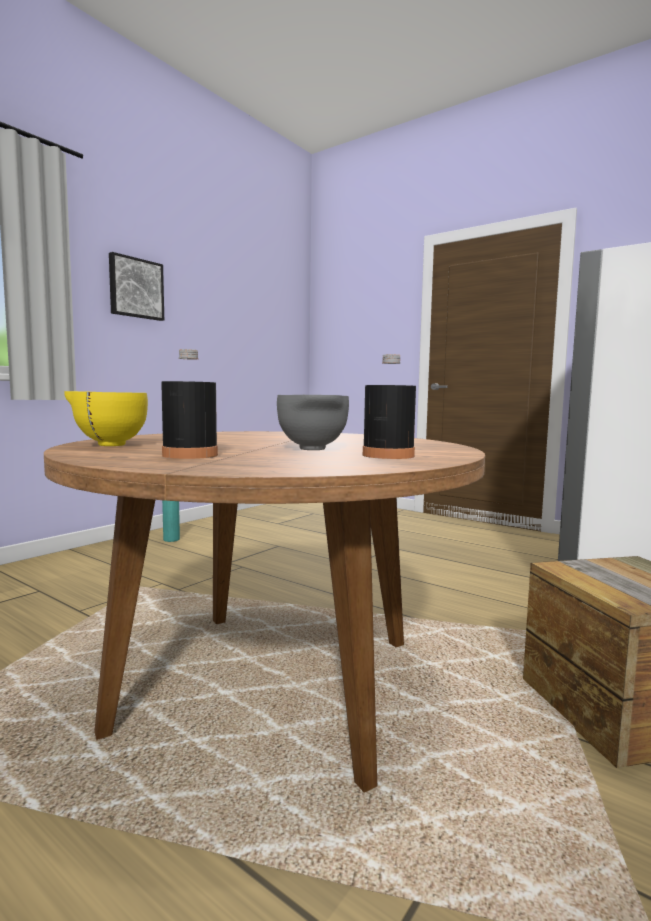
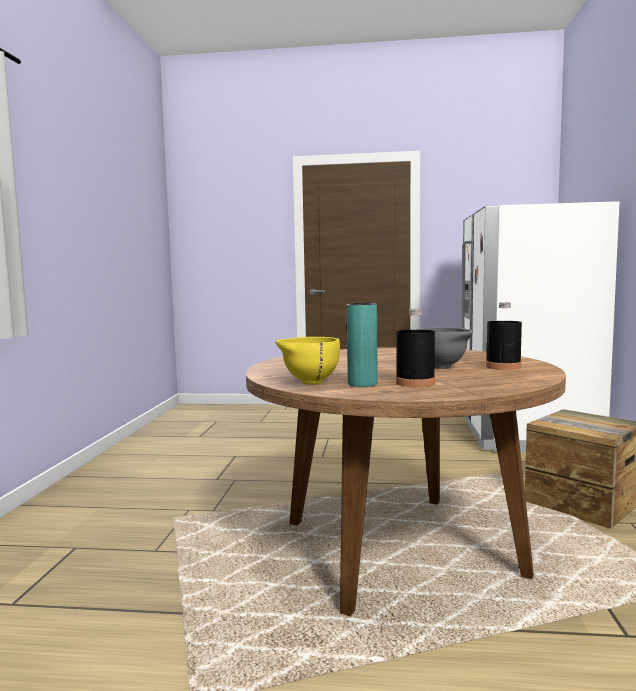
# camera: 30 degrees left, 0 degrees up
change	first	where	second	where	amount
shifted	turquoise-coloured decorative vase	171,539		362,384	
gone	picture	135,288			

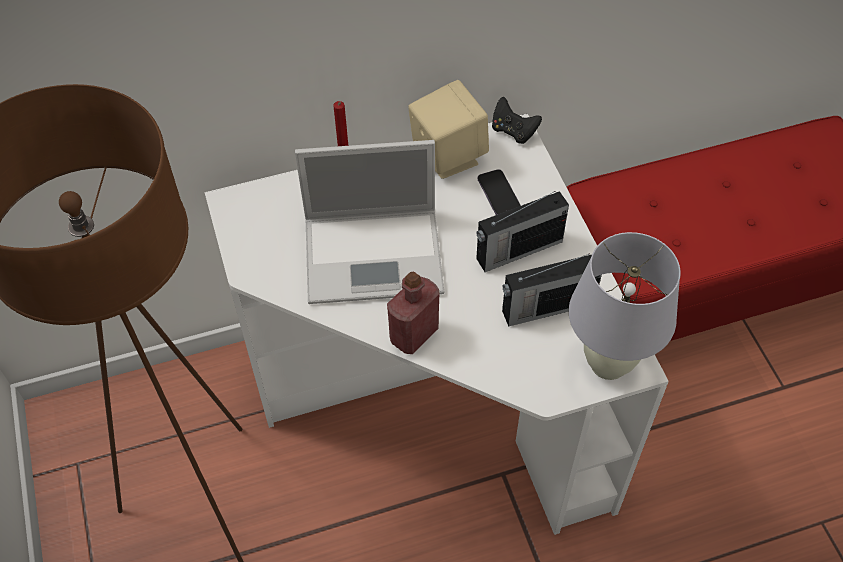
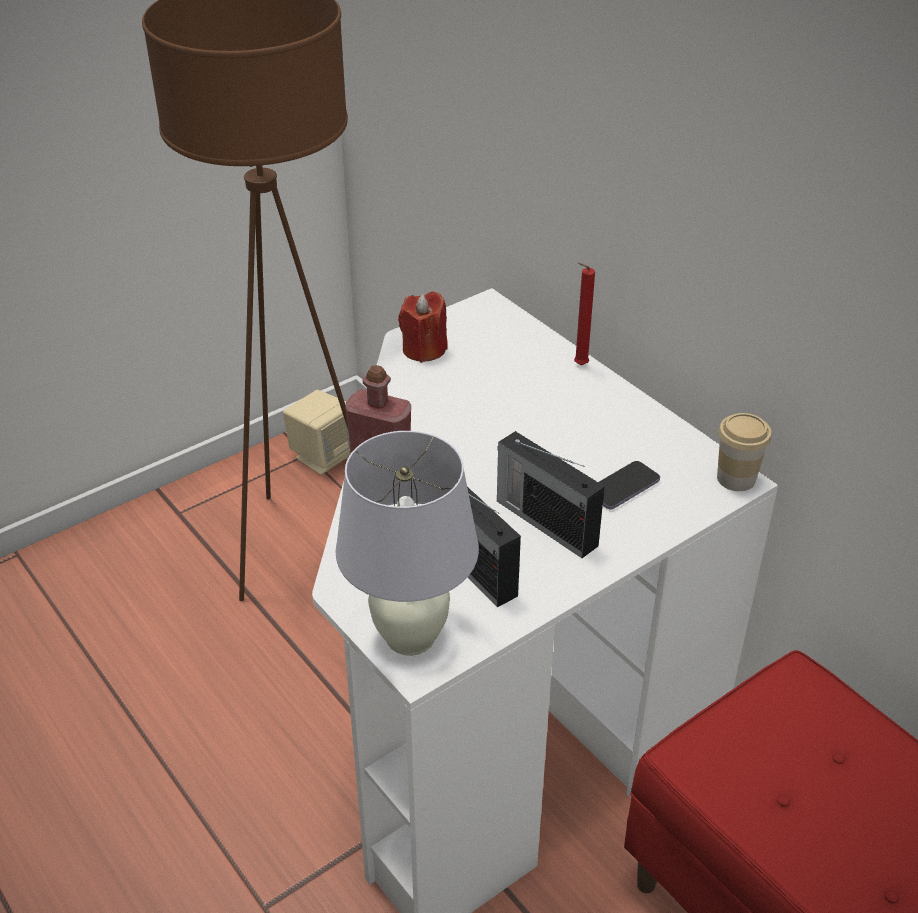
# camera: 70 degrees right, 15 degrees down
change	first	where	second	where	amount
shifted	sand-coloured loudspeaker	447,156		323,456	
new			red wax candle	424,349	
swapped	blackish game controller	513,131	drinking cup	736,478	
gone	notebook computer	376,255			

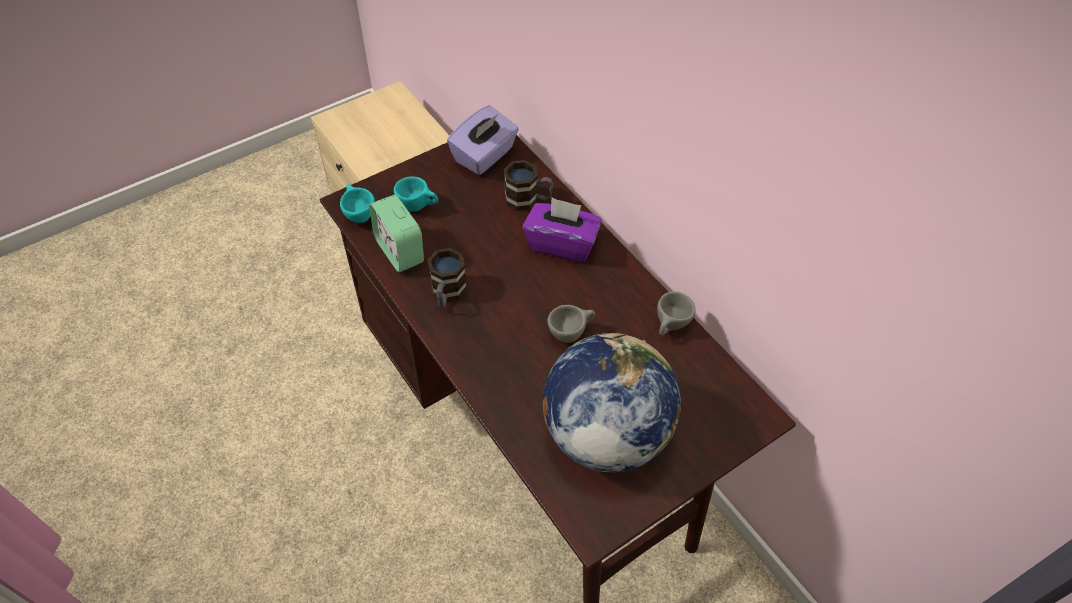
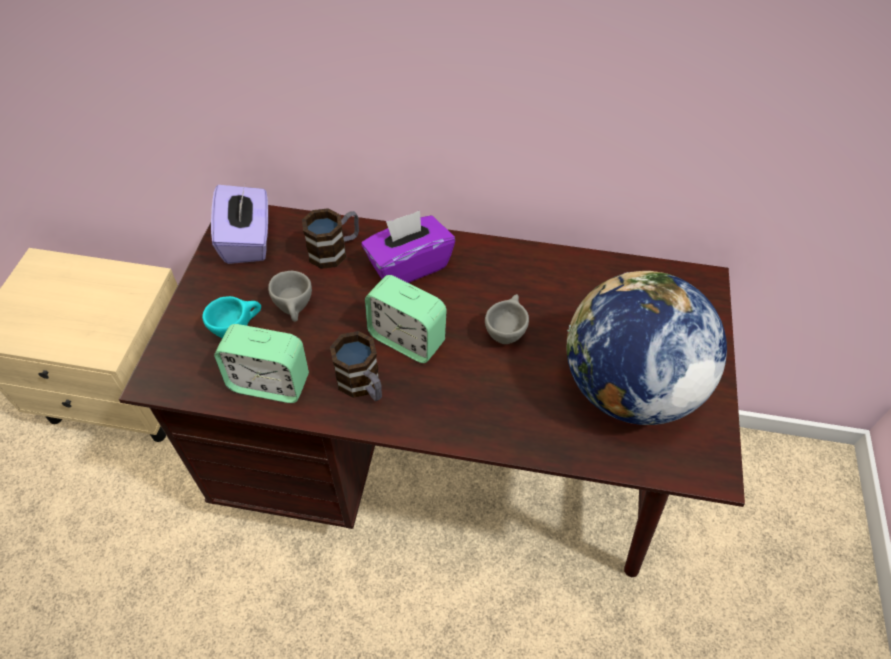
# camera: 45 degrees left, 0 degrees up
change	first	where	second	where	amount
shifted	gray drinking cup	670,327		295,311	
new			alarm clock	407,339	
gone	turquoise-coloured drinking cup	358,215			

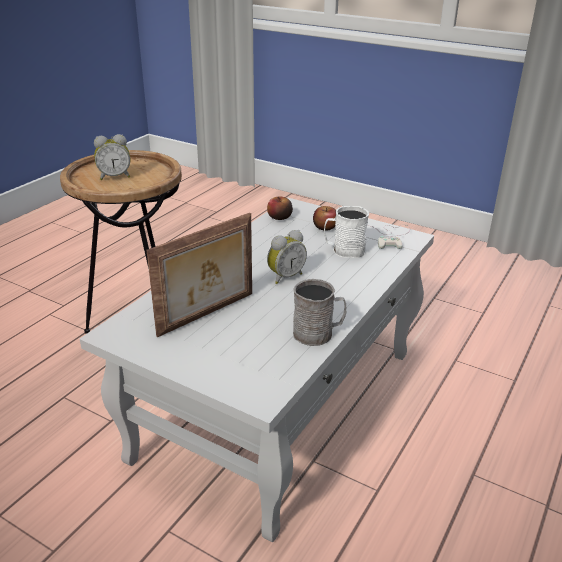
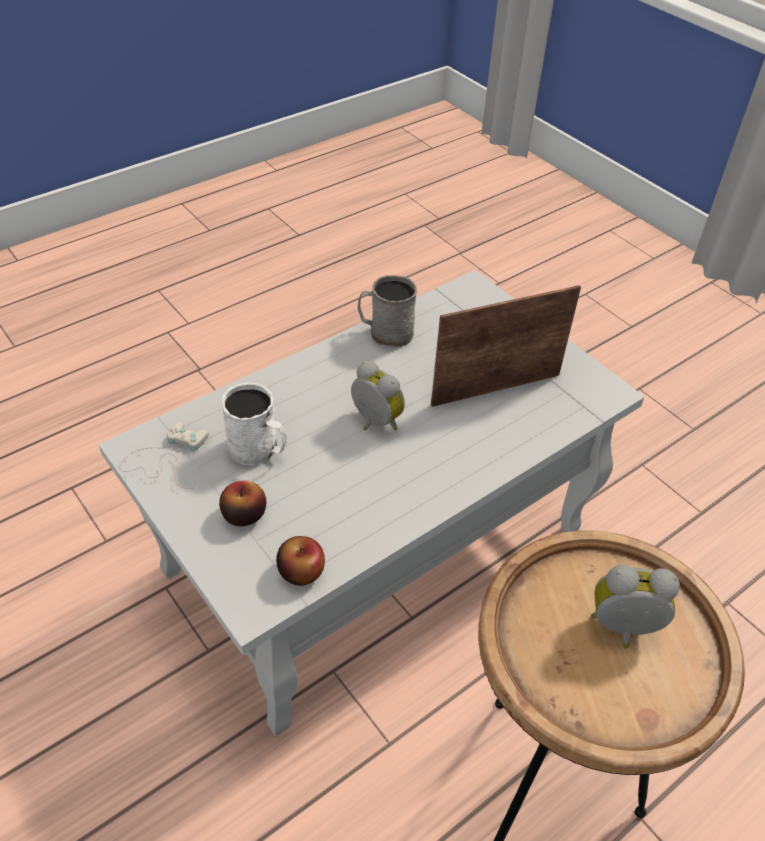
# camera: 160 degrees left, 15 degrees up
change	first	where	second	where	amount
rotated	alarm clock	285,276		374,422	60 degrees clockwise

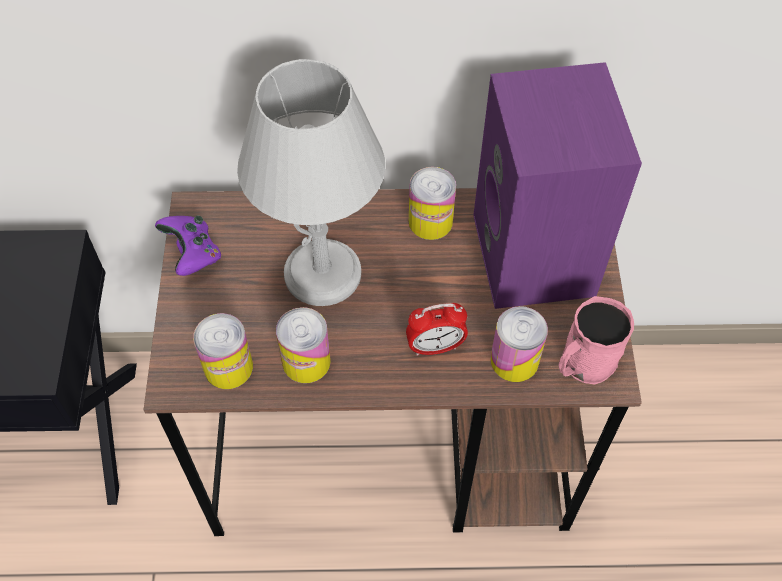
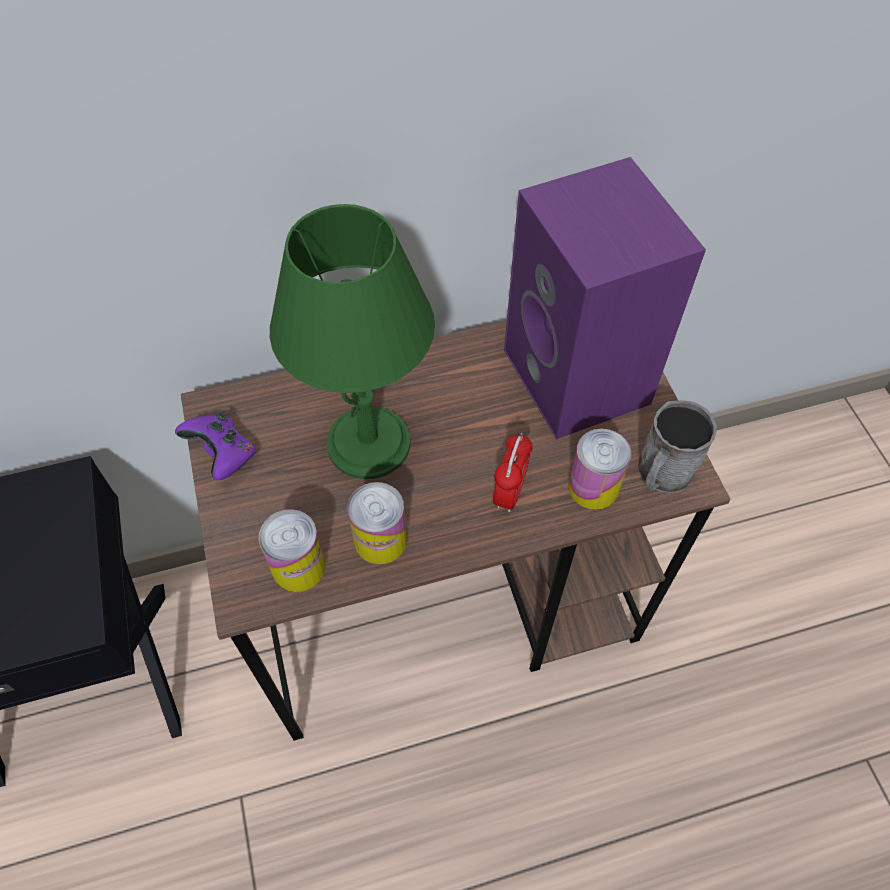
# camera: 15 degrees left, 0 degrees up
change	first	where	second	where	amount
repainted	gray lamp for a table	322,272	green-coloured lamp for a table	368,442	
rotated	alarm clock	435,347		509,492	45 degrees counterclockwise
repainted	pink-coloured coffee mug	583,364	gray coffee mug	662,474	
gone	sealed can	430,221			

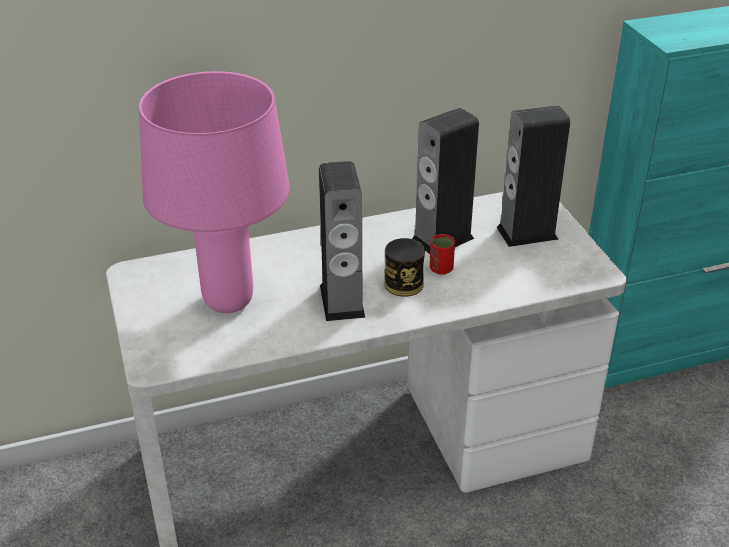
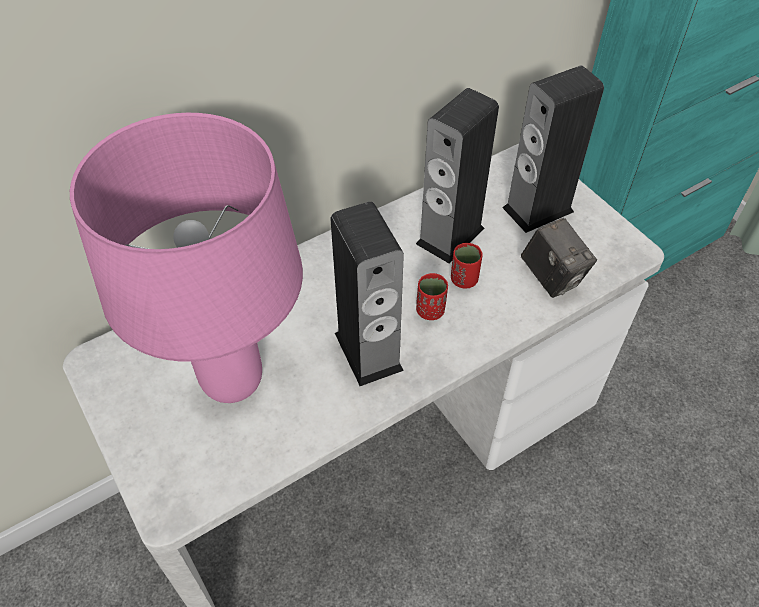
# camera: 15 degrees left, 15 degrees up
change	first	where	second	where	amount
swapped	sealed can	404,284	red drinking cup	430,311	
new			photo camera	552,277	

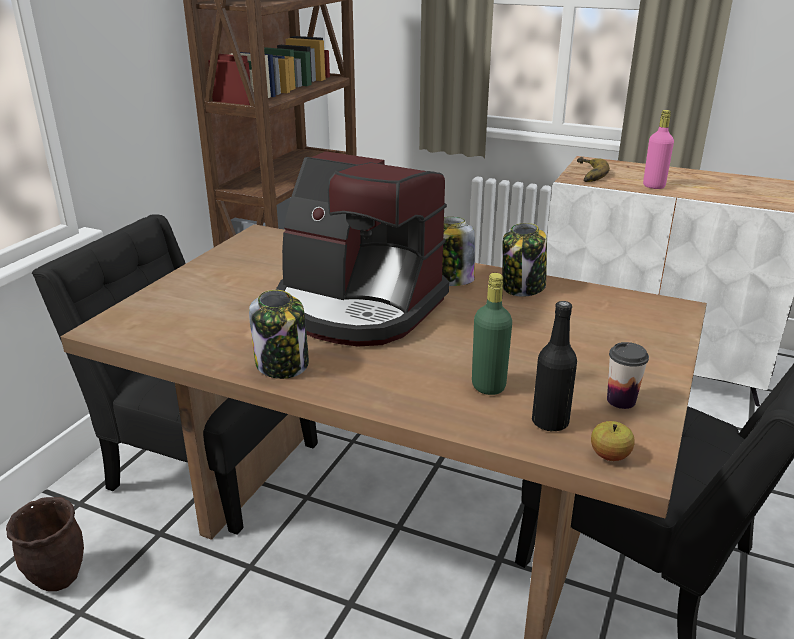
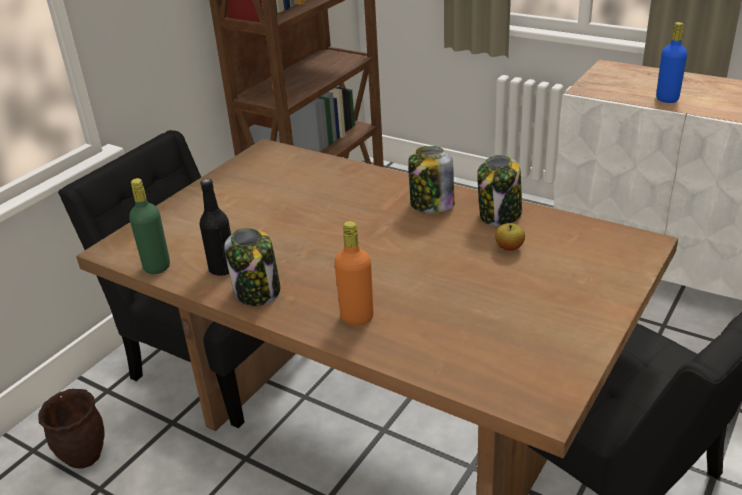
# camera: 10 degrees right, 5 degrees up
change	first	where	second	where	amount
shifted	green-coloured beverage bottle	488,386		157,267	
shifted	blackish beverage bottle	550,422		222,269	
new			orangey beverage bottle	357,317	
shifted	apple fruit	609,456		509,247	
repainted	pink-coloured beverage bottle	653,186	bluish beverage bottle	667,99	
gone	coffee machine	358,307			
gone	banana	585,174			
gone	drinking cup	621,400			

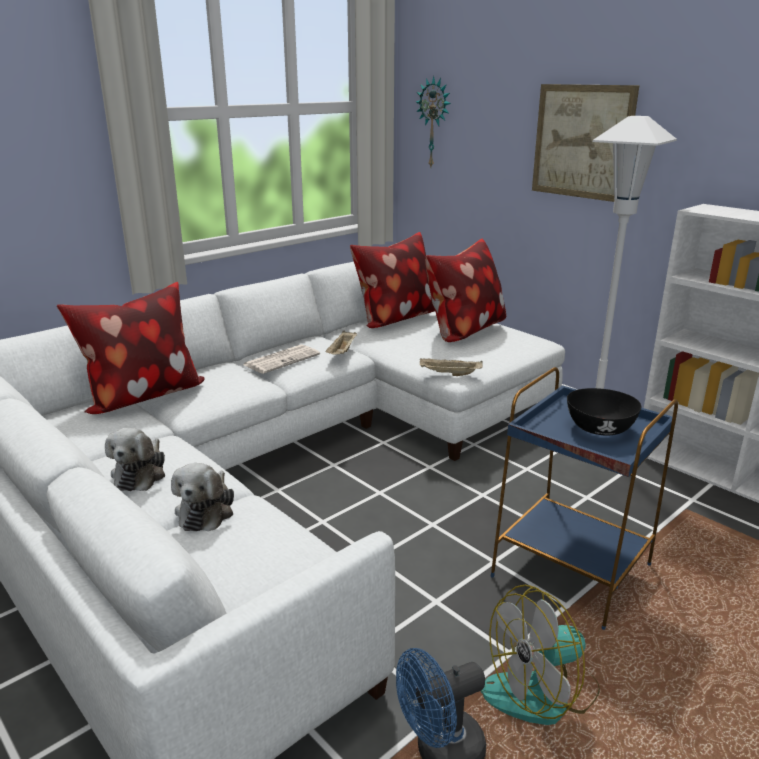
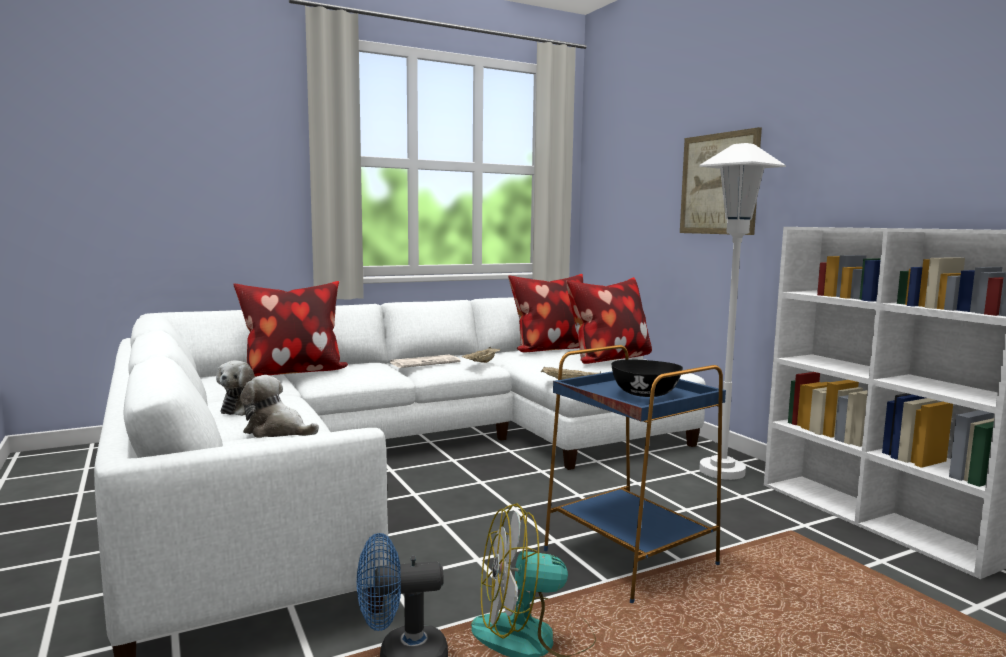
# camera: 15 degrees right, 15 degrees down
change	first	where	second	where	amount
rotated	cuddly toy	206,511		277,431	90 degrees clockwise
gone	wall clock	434,123			

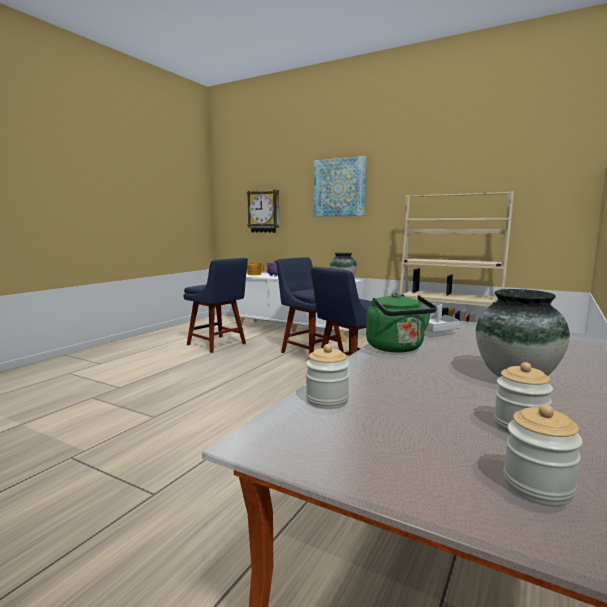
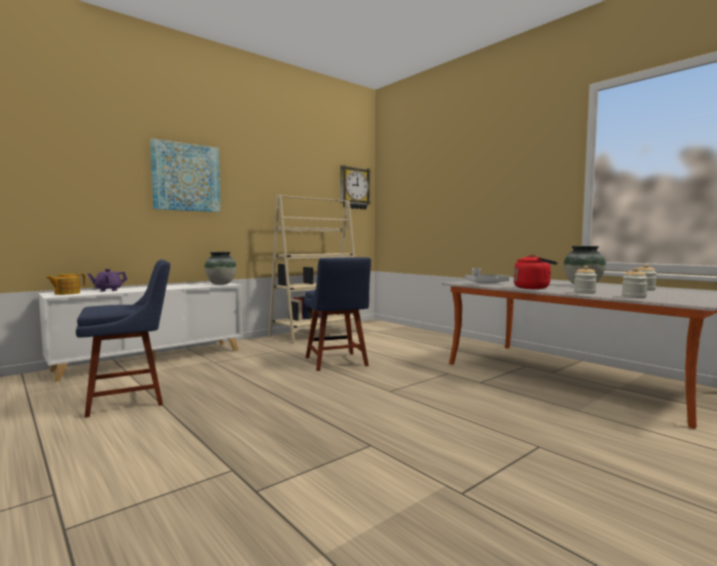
# camera: 70 degrees left, 5 degrees down
change	first	where	second	where	amount
shifted	wall clock	264,211		354,188	
repainted	green-coloured tea kettle	397,348	red tea kettle	533,288	
shifted	storage jar	537,486		584,292	
gone	bluish chair	310,352			

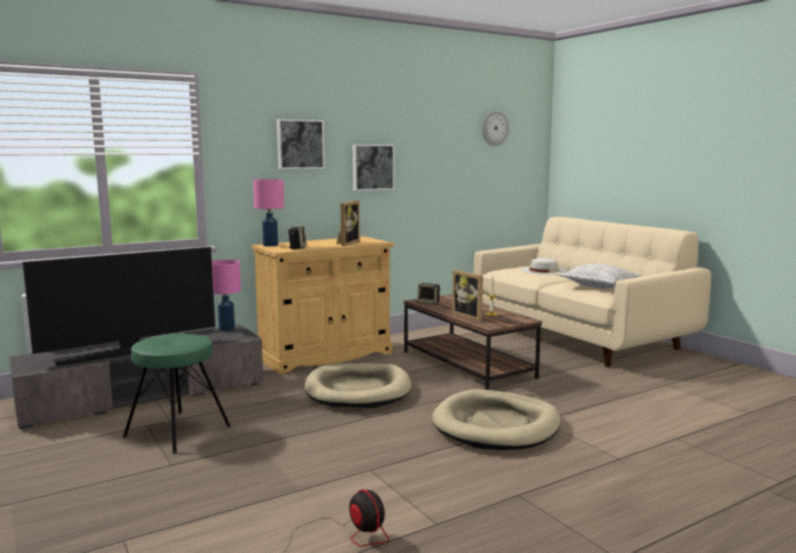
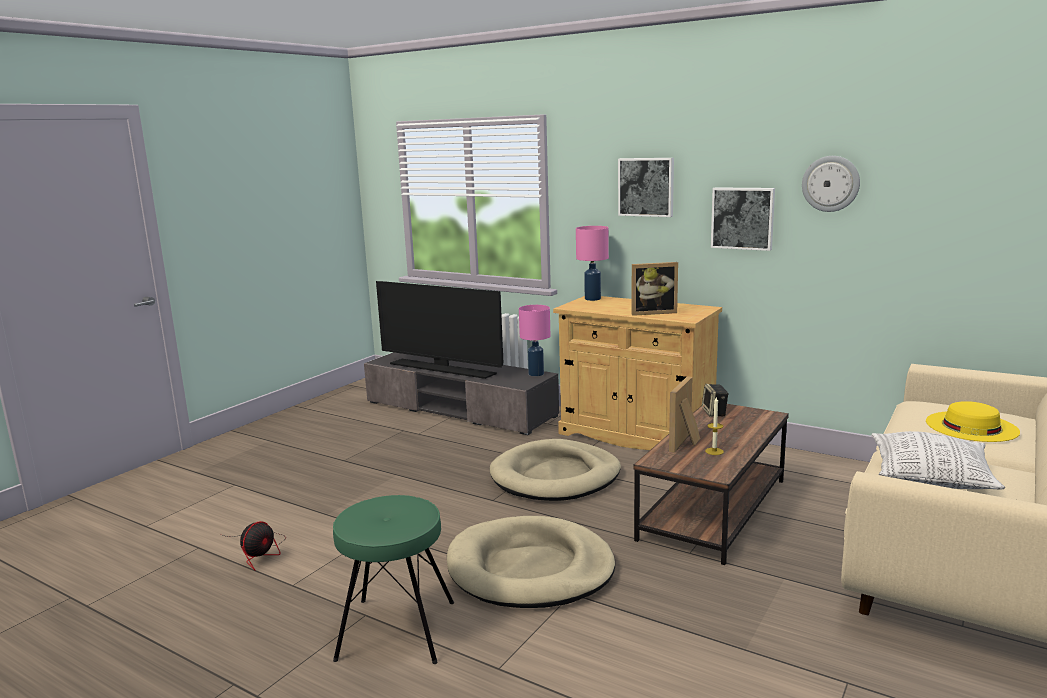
# camera: 65 degrees right, 5 degrees up
change	first	where	second	where	amount
shifted	green-coloured stool	178,431		397,630	
shifted	wall clock	494,128		830,183	
repainted	white-coloured clothing hat	543,270	yellowish clothing hat	971,426	
gone	loudspeaker	297,248			

